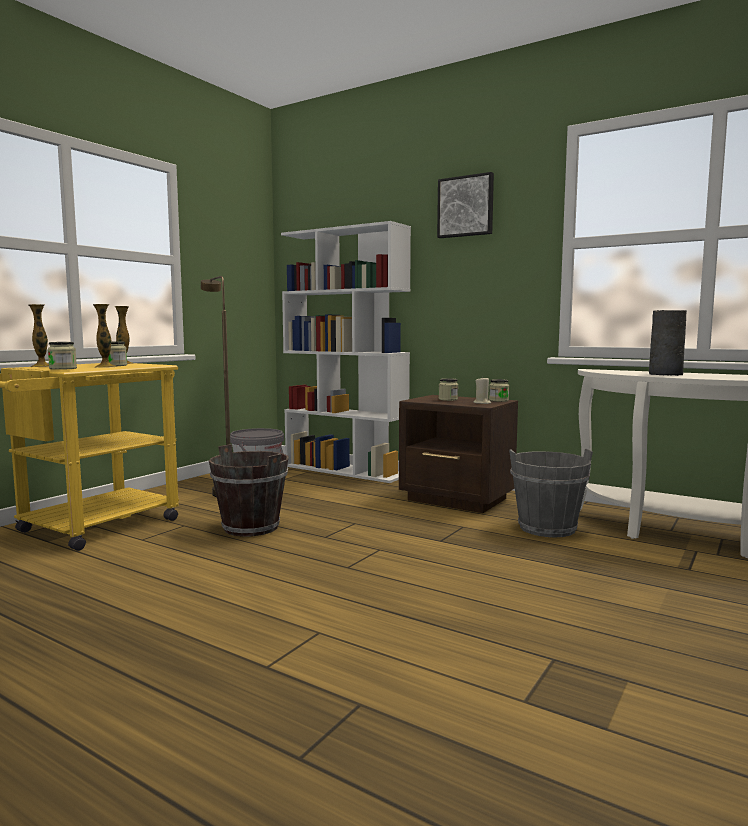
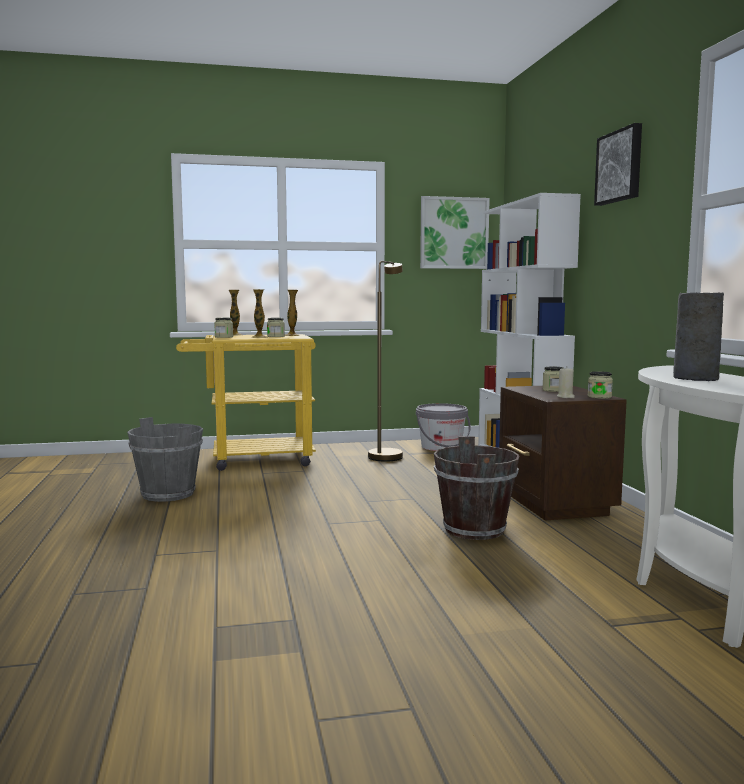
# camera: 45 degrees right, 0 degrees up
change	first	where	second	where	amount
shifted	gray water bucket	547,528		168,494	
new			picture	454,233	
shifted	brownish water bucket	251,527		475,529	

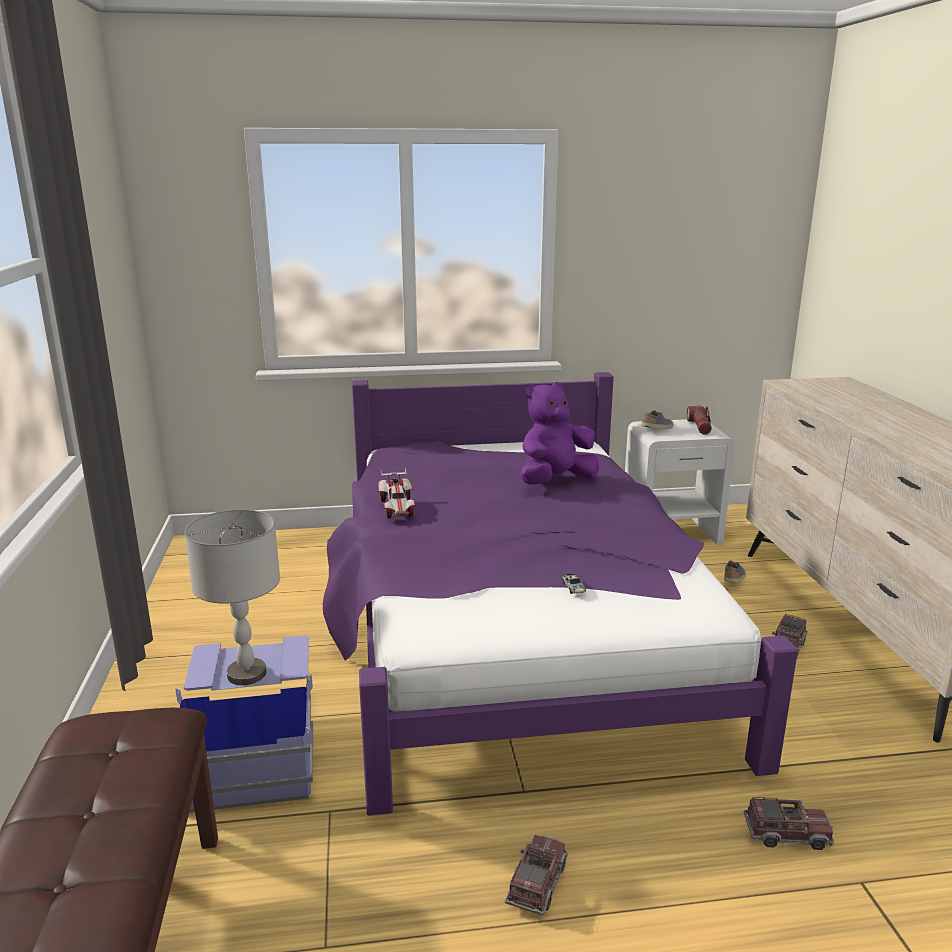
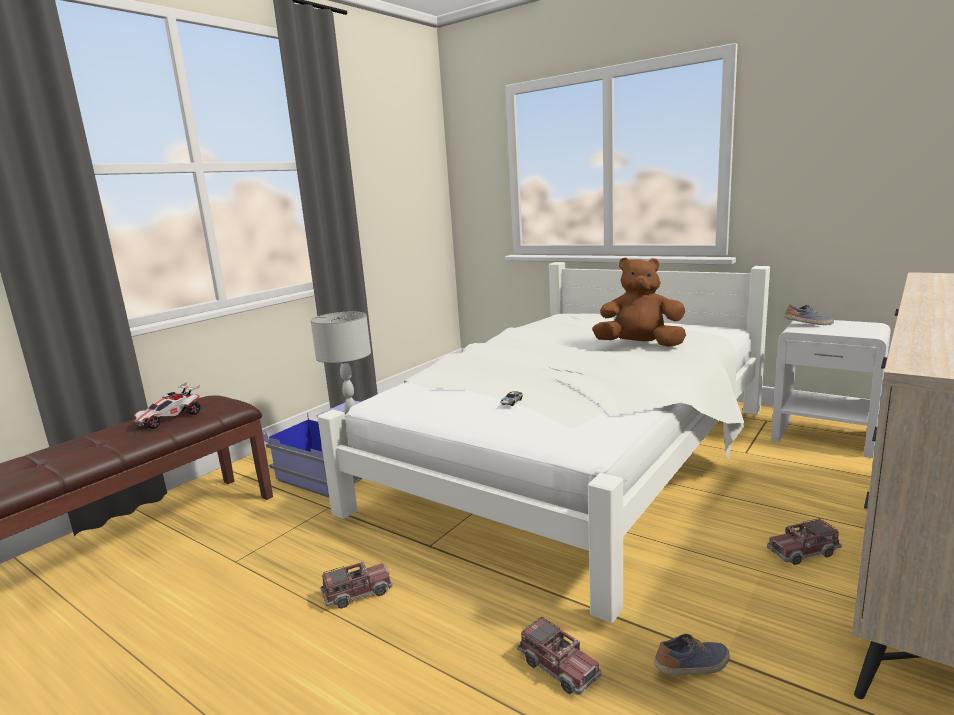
# camera: 45 degrees right, 5 degrees down
change	first	where	second	where	amount
shifted	miniature car	397,508		170,419	
repainted	purple bedroom bed	515,631	white-coloured bedroom bed	573,461	
repainted	purple cuddly toy	555,482	brownish cuddly toy	639,346	
shifted	low shoe	734,579		693,667	
gone	torch	700,427			

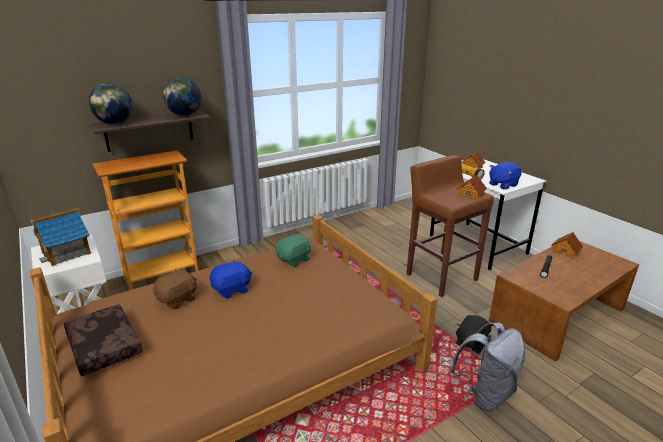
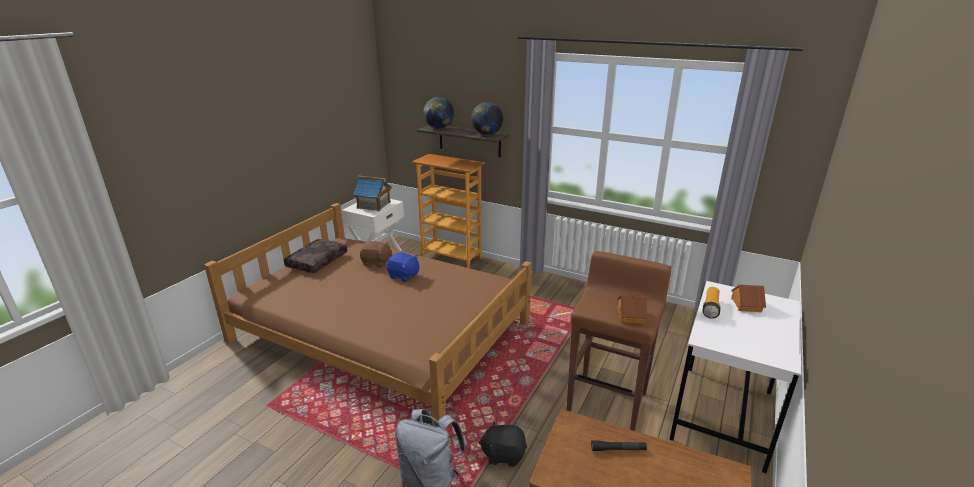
# camera: 60 degrees right, 0 degrees up
change	first	where	second	where	amount
gone	green-coloured cuddly toy	294,260			
gone	bluish cuddly toy	502,185			
gone	model house	566,251			

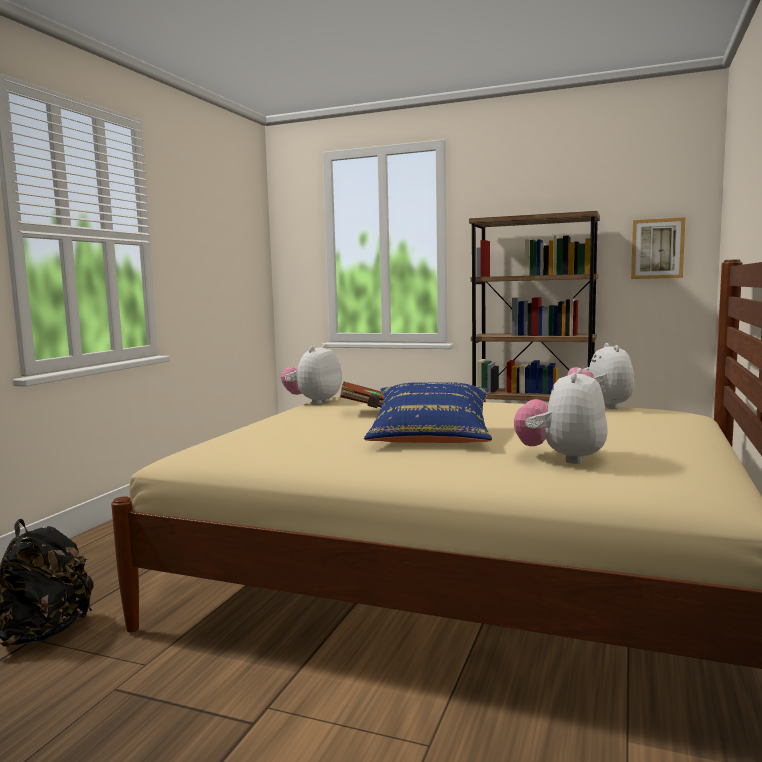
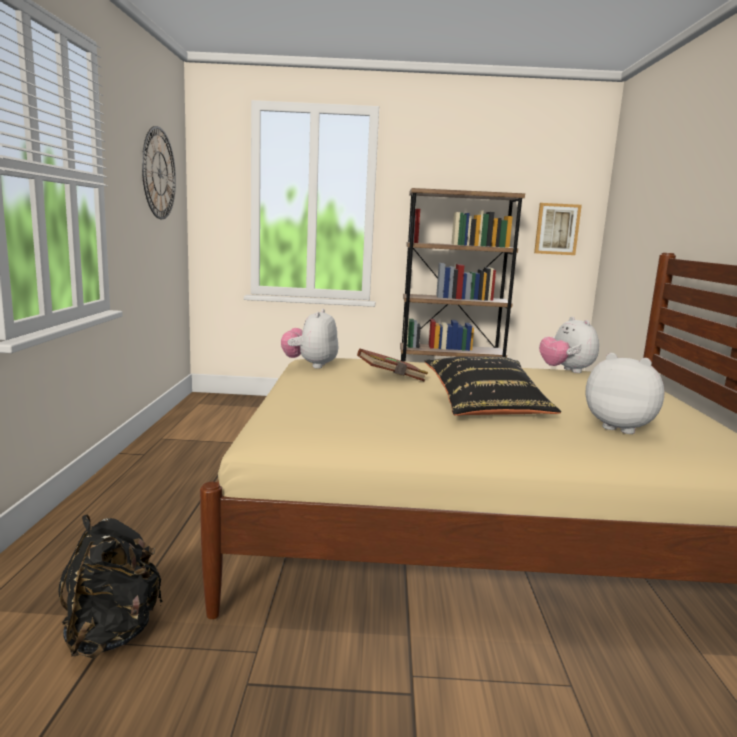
# camera: 20 degrees left, 5 degrees up
change	first	where	second	where	amount
new			wall clock	159,173	
repainted	bluish cushion	430,437	blackish cushion	486,407	
rotated	cuddly toy	562,458		620,427	120 degrees clockwise

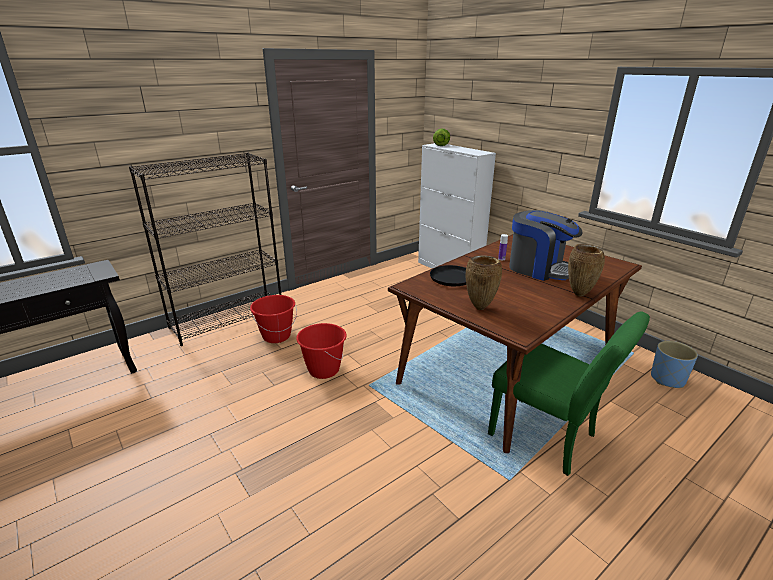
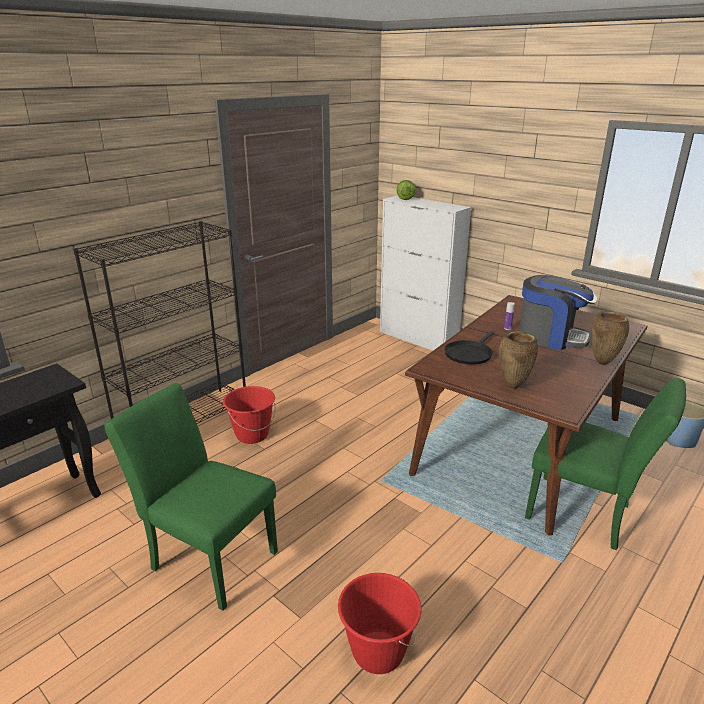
# camera: 10 degrees left, 0 degrees up
change	first	where	second	where	amount
new			green-coloured chair	207,557	
shifted	red water bucket	323,370		377,652	

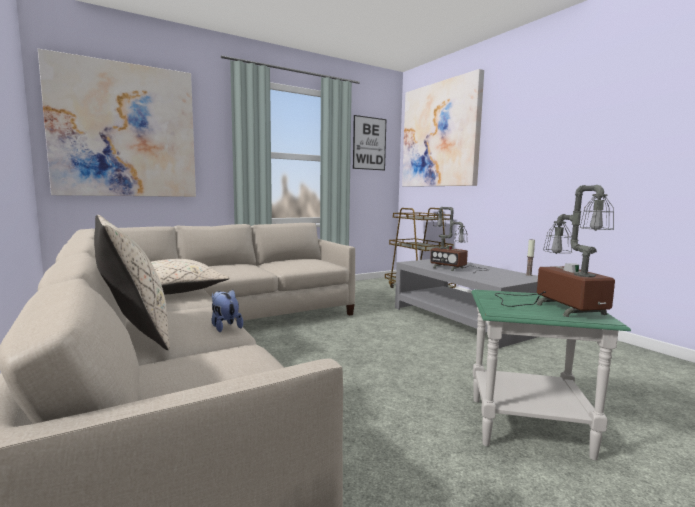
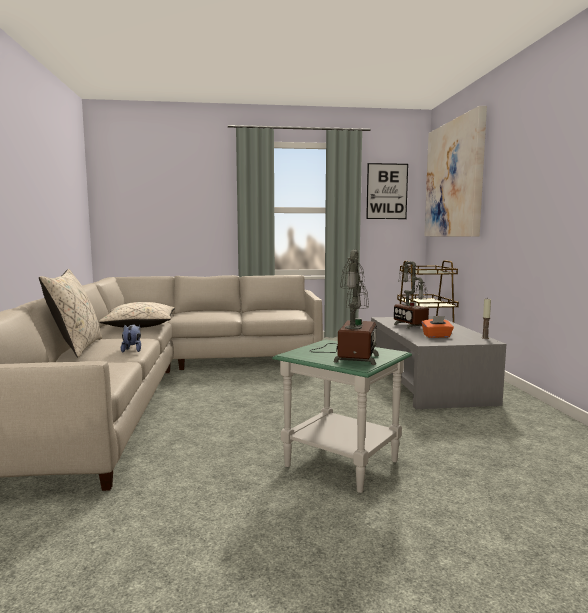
# camera: 25 degrees right, 0 degrees up
change	first	where	second	where	amount
new			orangey tissue box	437,336	
gone	picture	124,131			

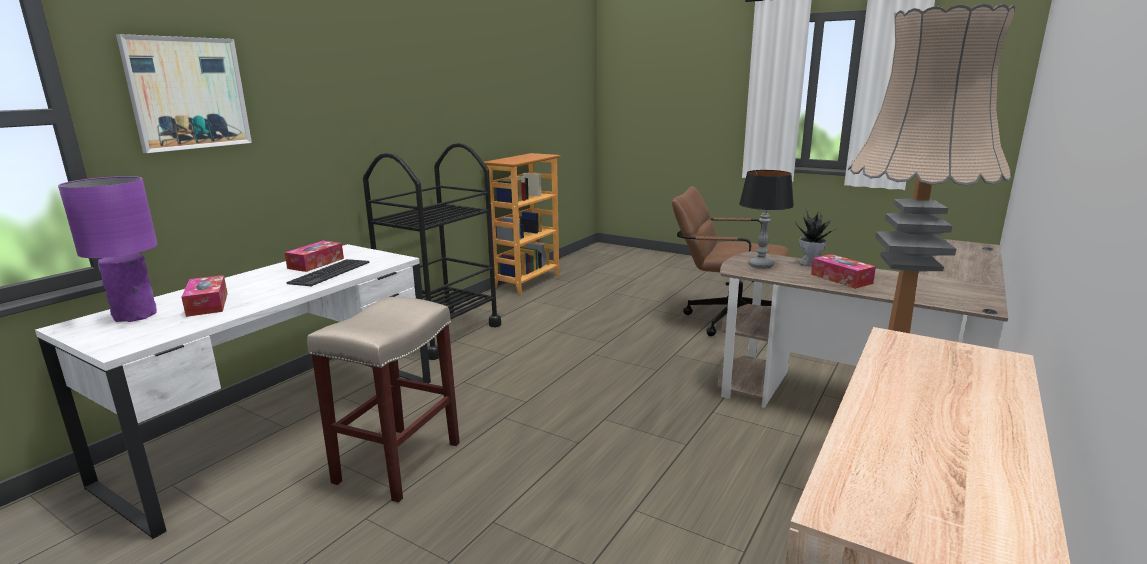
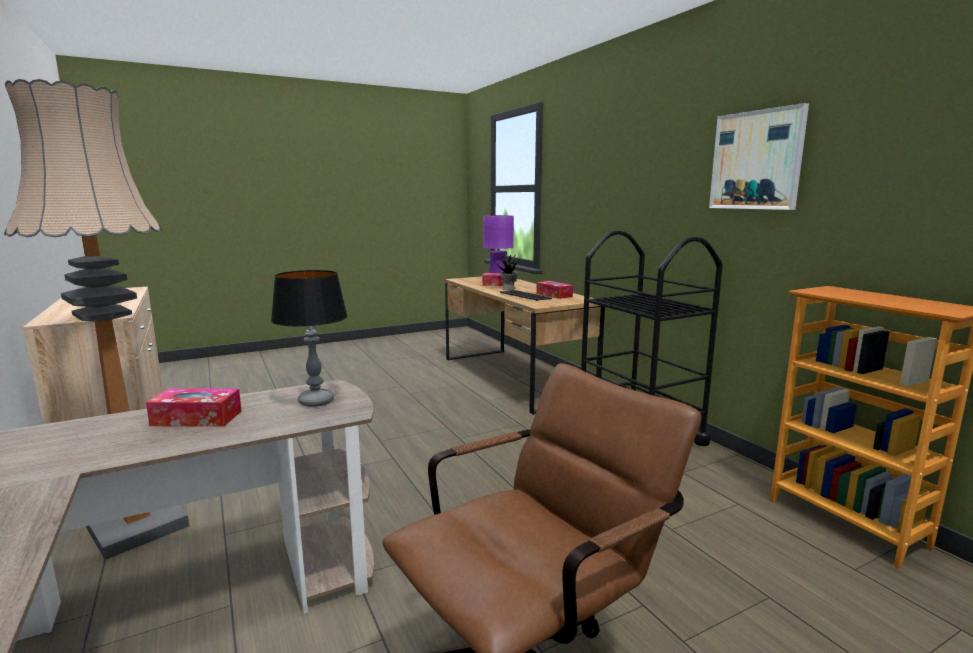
# camera: 120 degrees right, 5 degrees down
change	first	where	second	where	amount
repainted	white-coloured desk table	283,428	brownish desk table	514,377	
shifted	potted plant	810,263		508,288	
shifted	picture	188,93		756,160	
gone	sand-coloured stool	398,463			

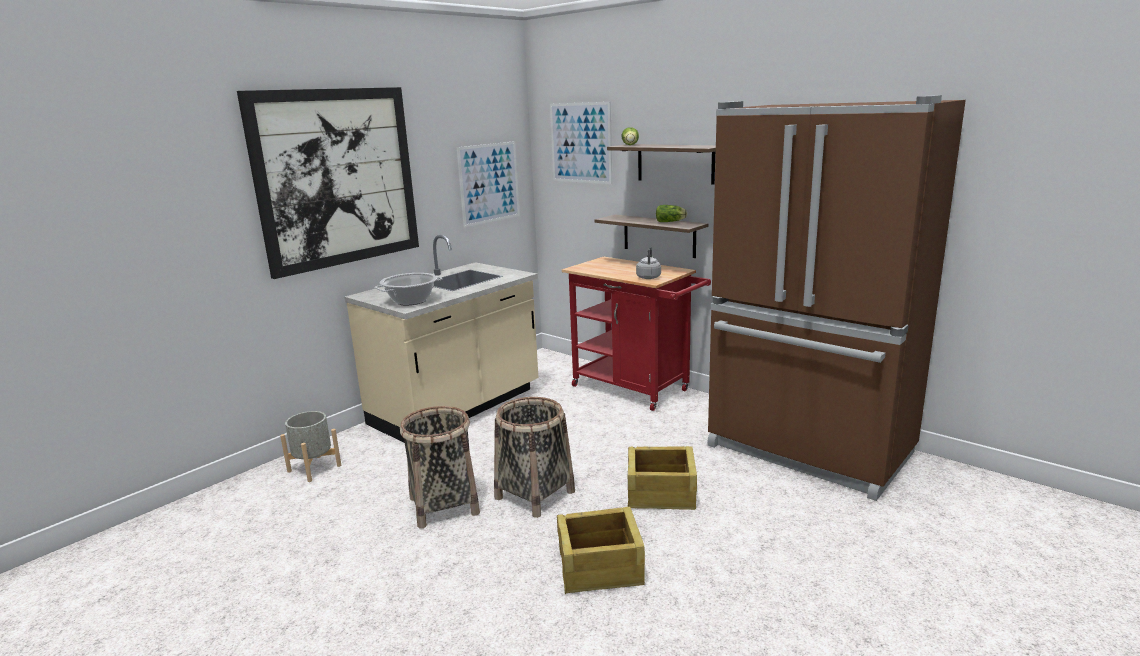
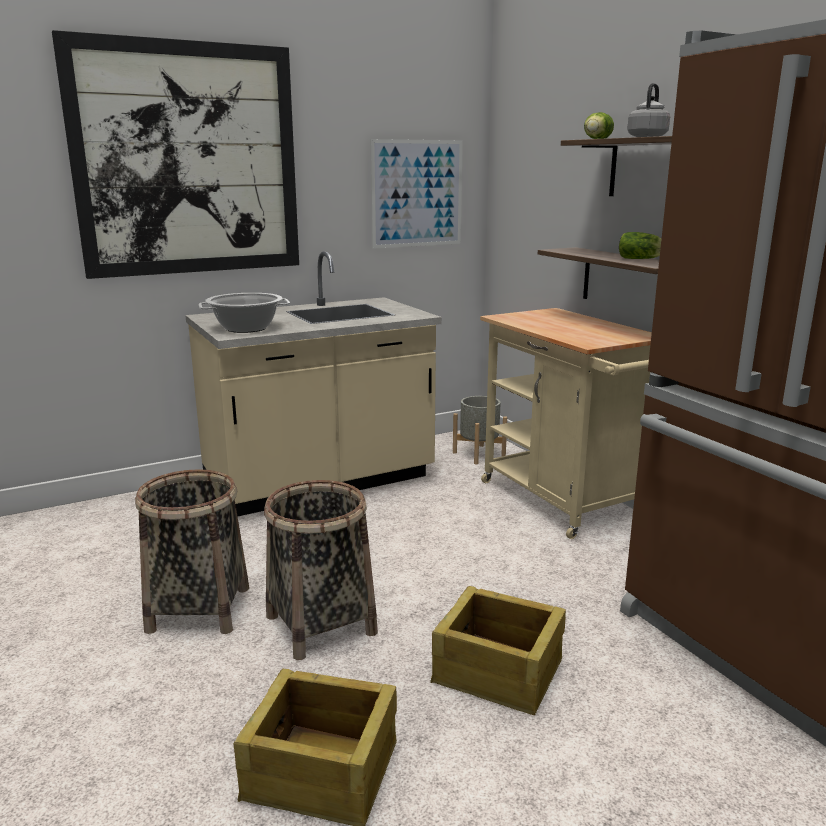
# camera: 20 degrees right, 0 degrees up
change	first	where	second	where	amount
shifted	gray planter	314,468		479,454	
repainted	red trolley	636,389	sand-coloured trolley	566,504	
shifted	gray tea kettle	648,277		648,137	
gone	picture	581,143			

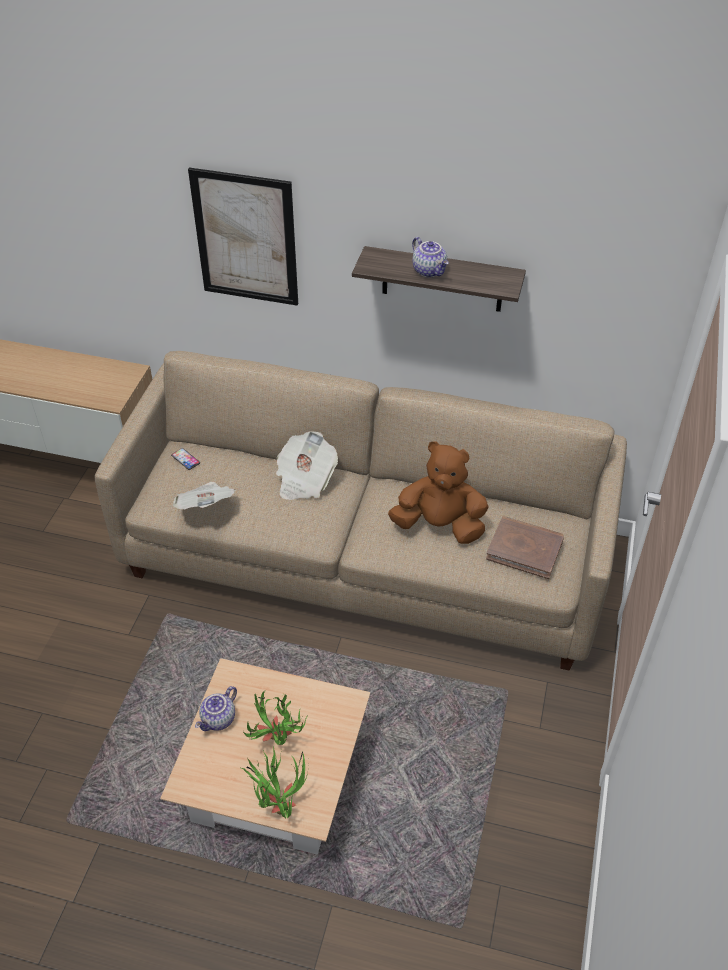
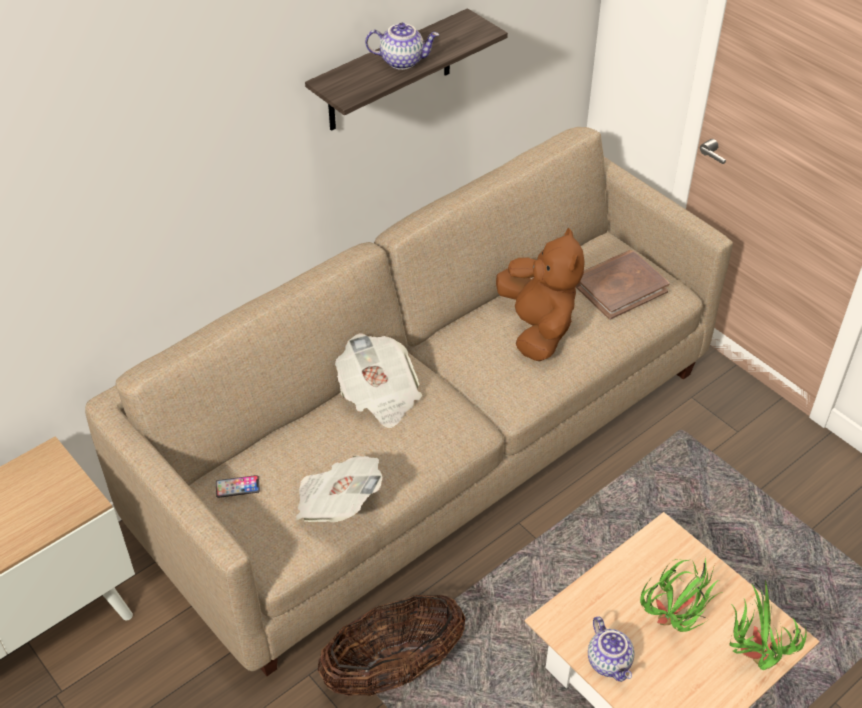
# camera: 55 degrees left, 0 degrees up
change	first	where	second	where	amount
new			household basket	394,669	
rotated	brownish cuddly toy	439,525		537,328	120 degrees clockwise
gone	picture	246,238			

